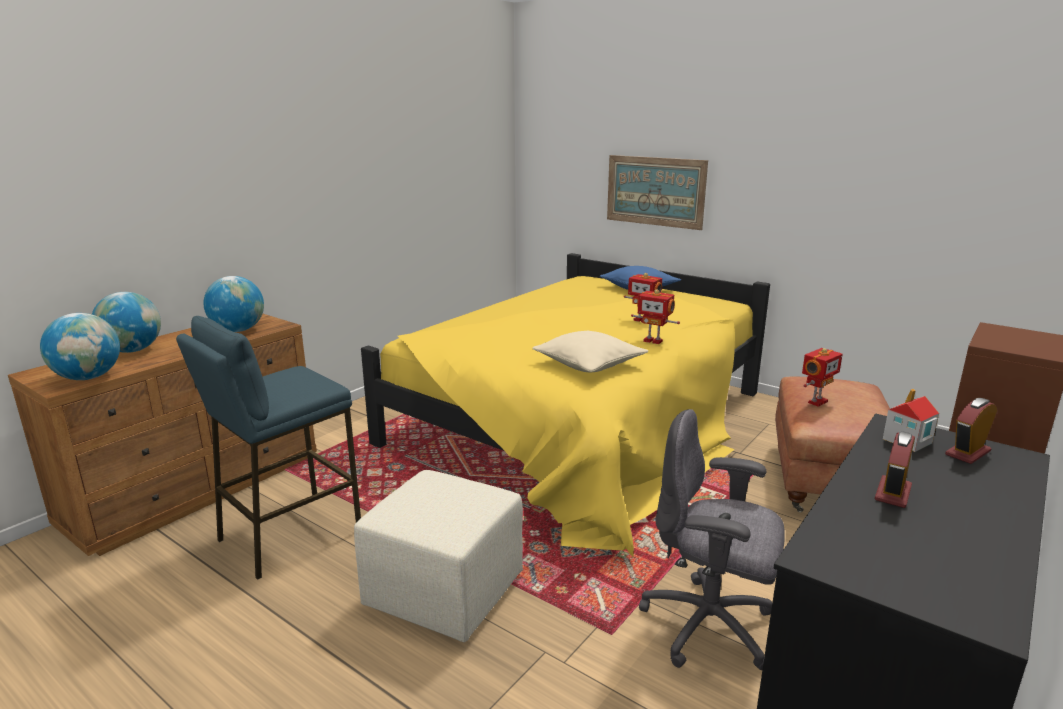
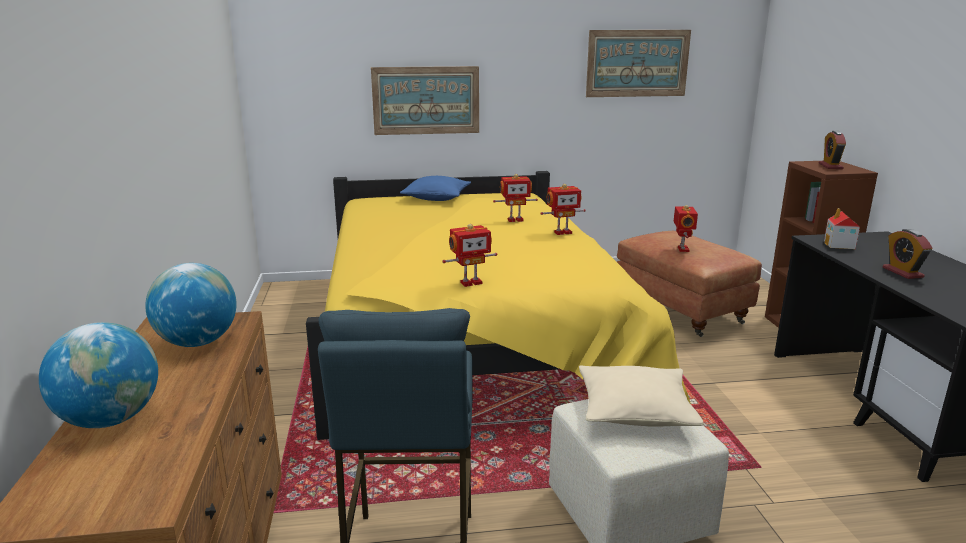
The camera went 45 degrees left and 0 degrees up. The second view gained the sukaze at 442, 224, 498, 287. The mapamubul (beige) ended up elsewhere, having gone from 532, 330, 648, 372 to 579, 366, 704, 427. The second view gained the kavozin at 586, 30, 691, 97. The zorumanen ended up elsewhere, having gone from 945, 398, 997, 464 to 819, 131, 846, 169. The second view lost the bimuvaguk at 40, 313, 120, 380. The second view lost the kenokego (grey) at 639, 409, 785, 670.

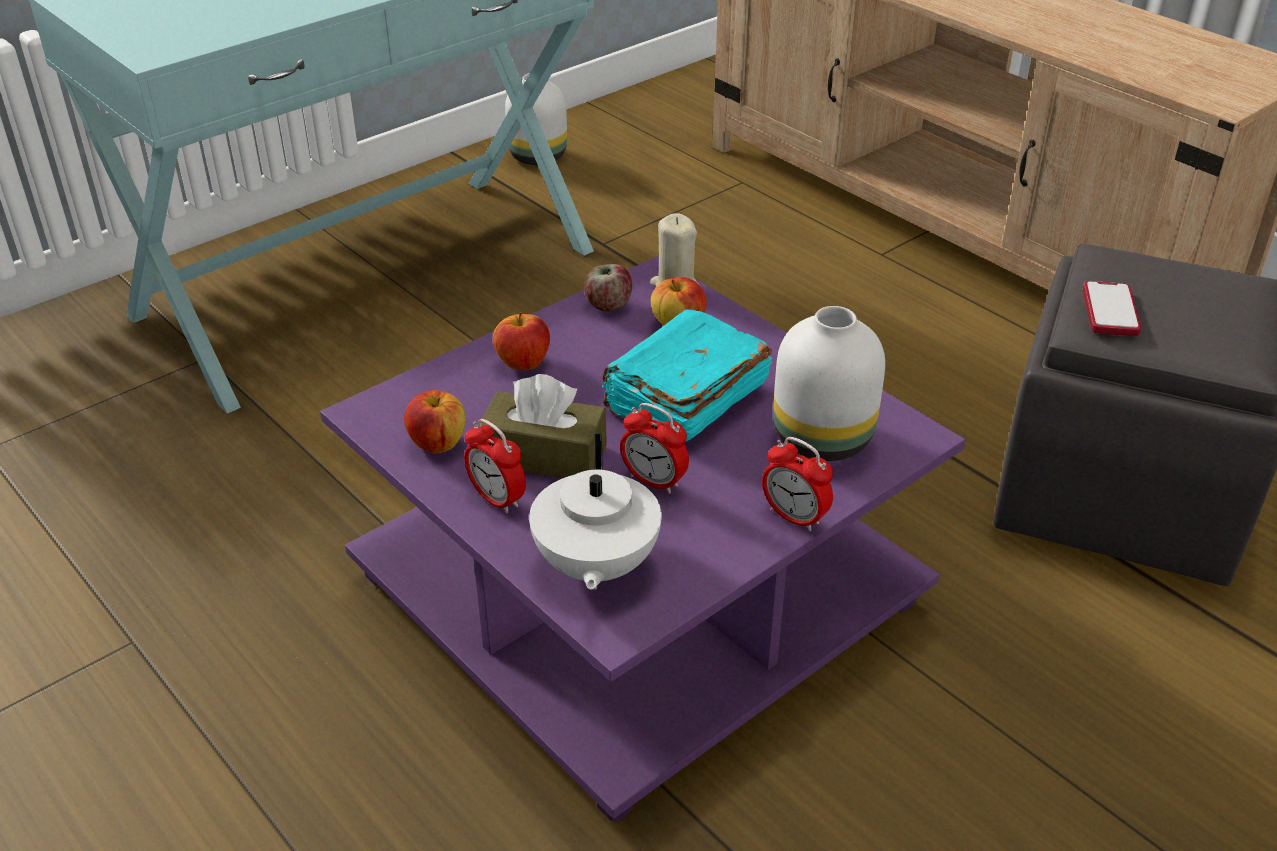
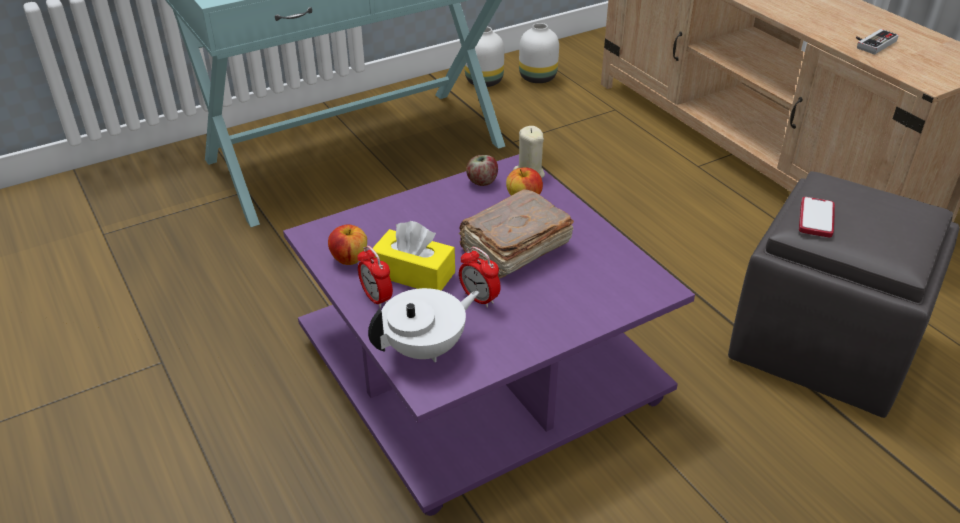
The camera went 10 degrees right and 0 degrees up. The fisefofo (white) at 529, 434, 662, 590 ended up facing another way, 135 degrees counterclockwise from before. What was the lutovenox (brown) at 481, 374, 607, 478 turned into the lutovenox (yellow) at 373, 221, 455, 291. What was the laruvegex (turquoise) at 602, 309, 772, 441 turned into the laruvegex (brown) at 459, 189, 574, 278. The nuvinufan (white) ended up elsewhere, having gone from 773, 306, 885, 461 to 519, 23, 559, 83. The second view gained the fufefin at 856, 29, 899, 54. The second view lost the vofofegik at 493, 312, 550, 370. The second view lost the zorumanen at 762, 437, 833, 531.

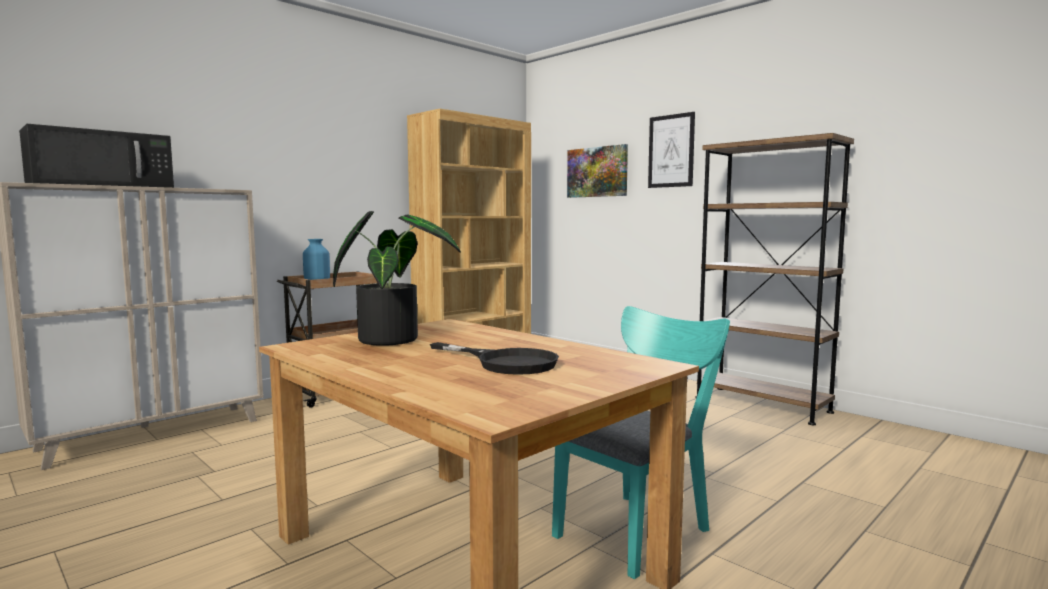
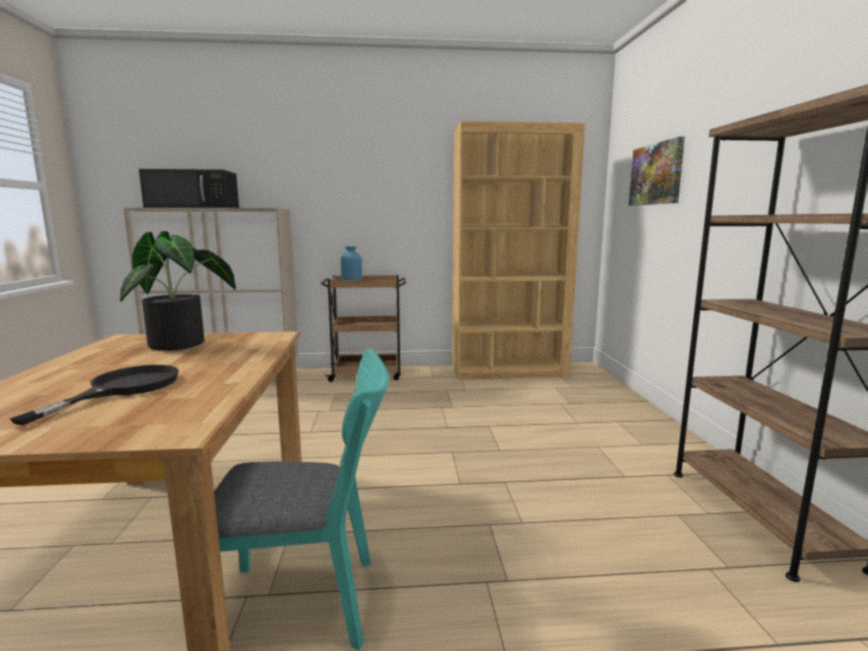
The camera went 40 degrees right and 5 degrees up. The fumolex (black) at 430, 342, 559, 375 ended up facing another way, 150 degrees counterclockwise from before. The second view lost the kavozin at 648, 112, 695, 188.

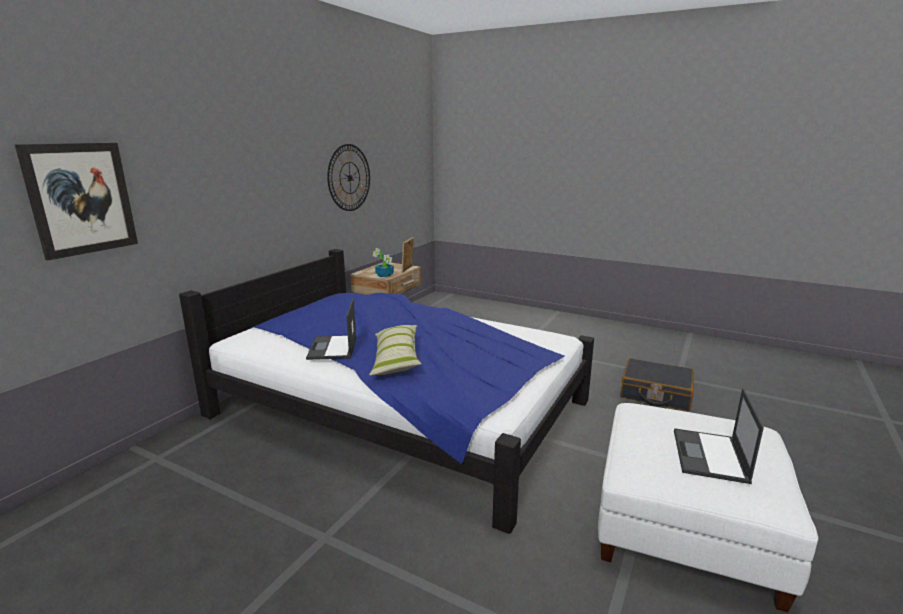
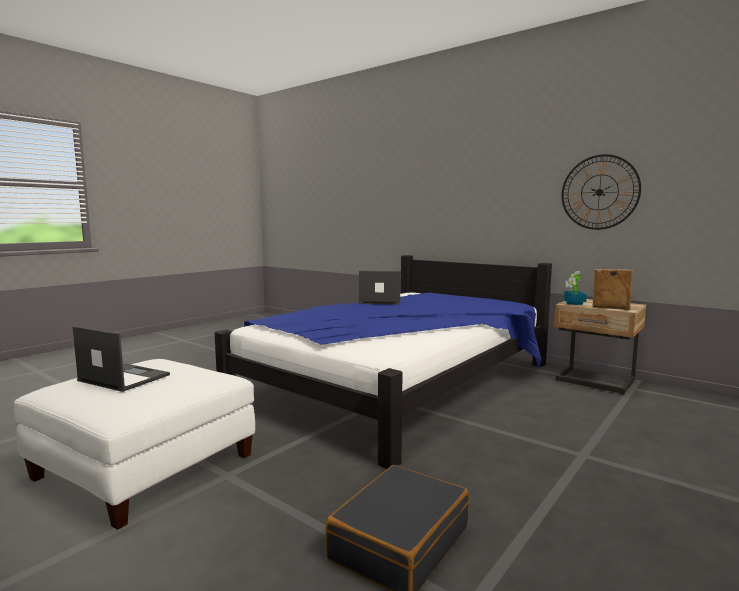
The camera went 100 degrees right and 10 degrees down. The second view lost the kavozin at 15, 143, 138, 260. The second view lost the mapamubul at 369, 325, 421, 376.

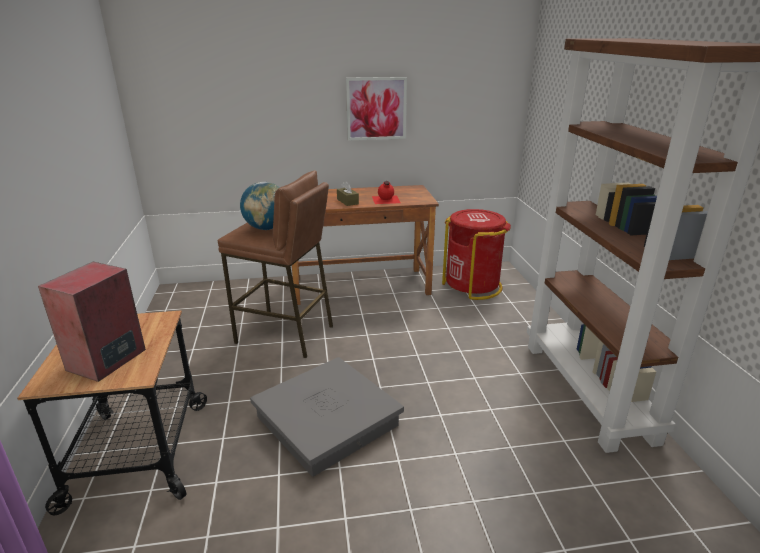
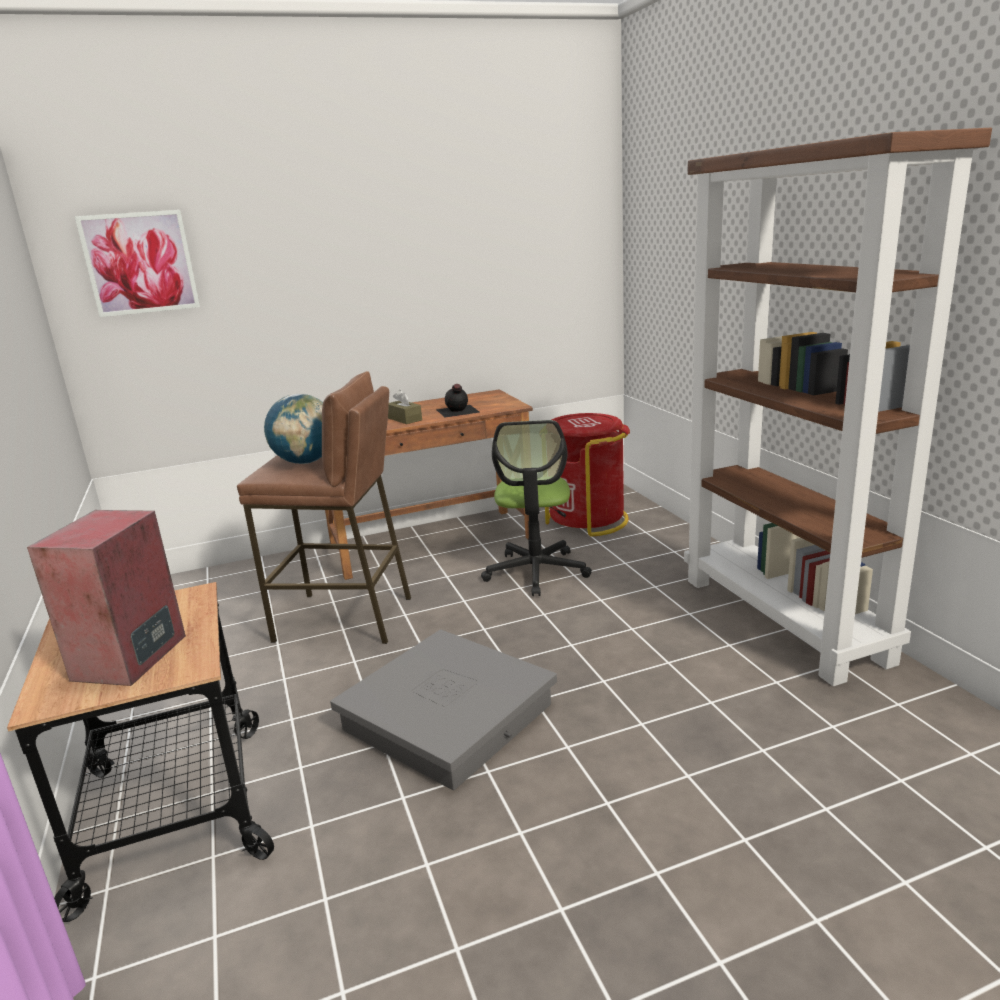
The camera went 10 degrees left and 5 degrees down. The kavozin ended up elsewhere, having gone from 346, 77, 407, 140 to 75, 210, 200, 317. What was the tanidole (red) at 372, 181, 401, 204 turned into the tanidole (black) at 436, 384, 480, 418. The second view gained the kenokego at 481, 420, 592, 596.

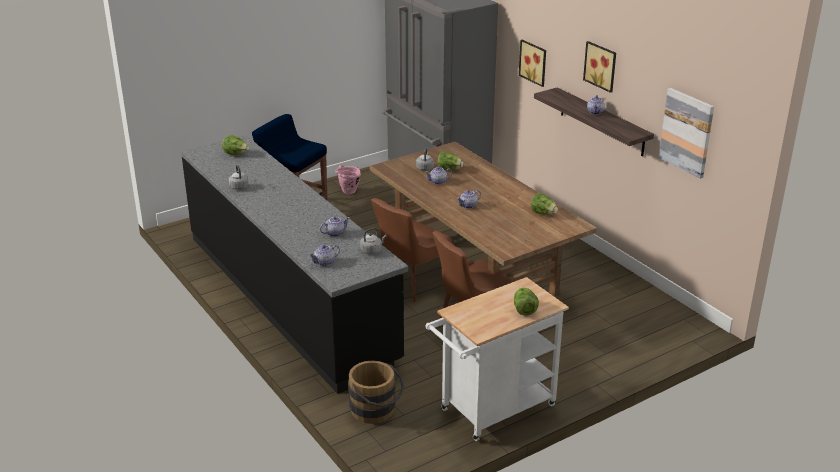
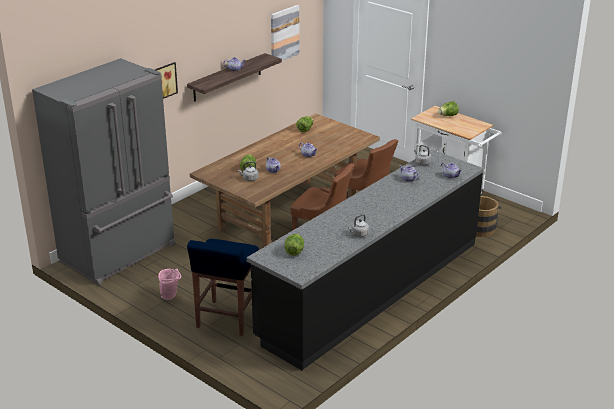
The camera went 105 degrees left and 0 degrees up. The second view lost the kavozin at 583, 41, 616, 93.

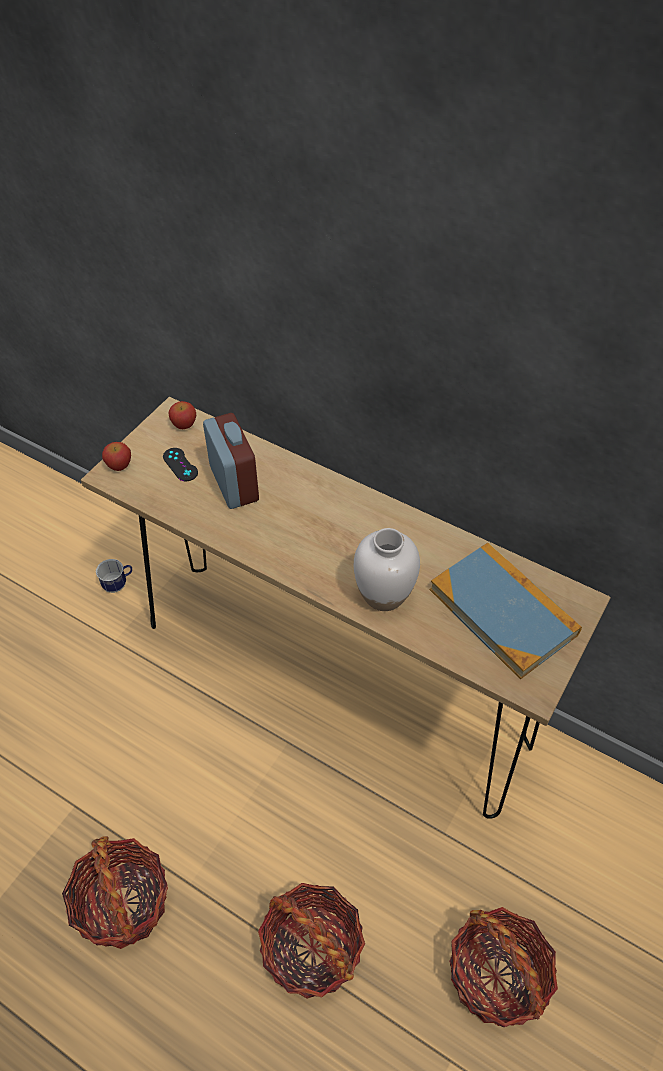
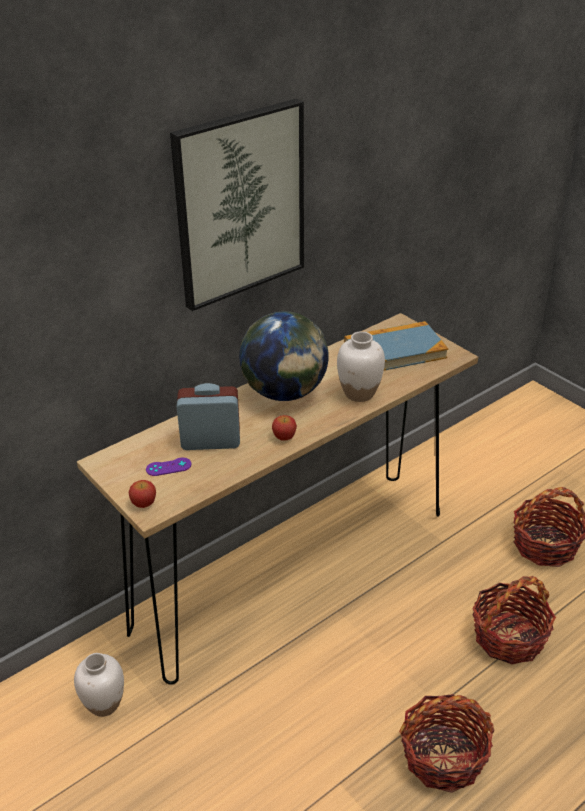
The camera went 70 degrees left and 15 degrees down. Where the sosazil stood at 96, 559, 132, 593, the nuvinufan (white) came to stand at 74, 653, 124, 717. What was the fufefin (black) at 163, 448, 198, 481 turned into the fufefin (purple) at 146, 458, 191, 476. The second view gained the kavozin at 170, 99, 304, 311. The second view gained the bimuvaguk at 239, 311, 329, 401. The vofofegik ended up elsewhere, having gone from 168, 401, 196, 429 to 272, 415, 297, 441.

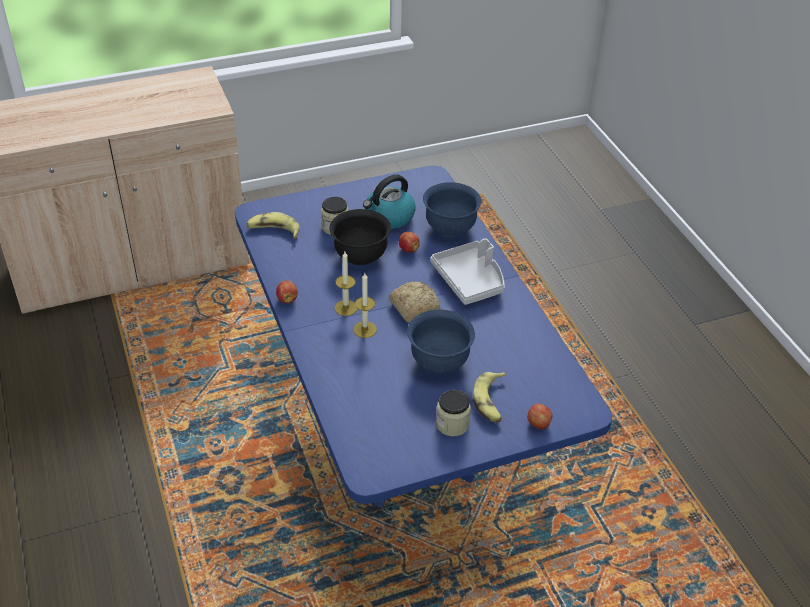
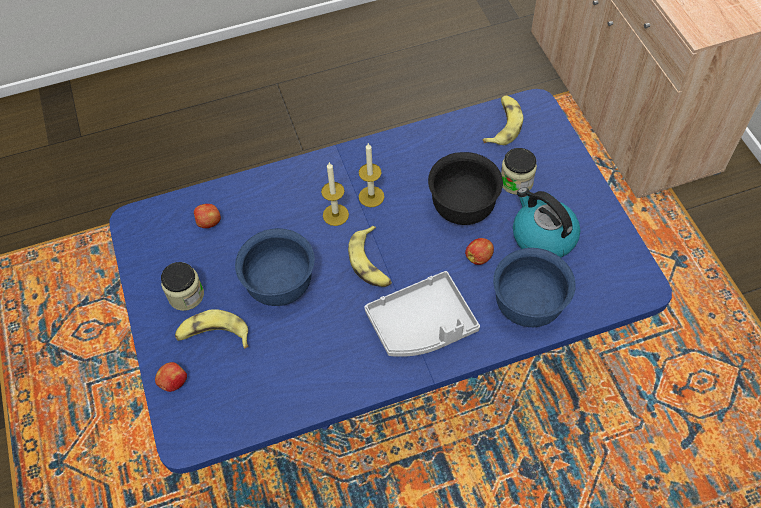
The camera went 95 degrees right and 15 degrees up. The vofofegik ended up elsewhere, having gone from 276, 280, 298, 303 to 194, 204, 221, 228. Where the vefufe stood at 389, 281, 440, 323, the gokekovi came to stand at 348, 226, 392, 287.

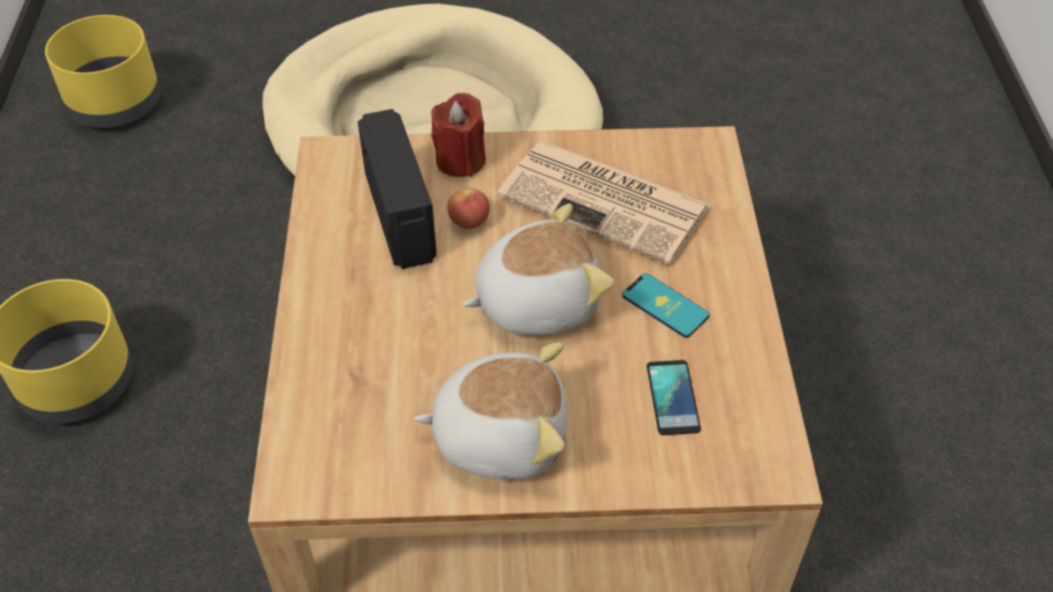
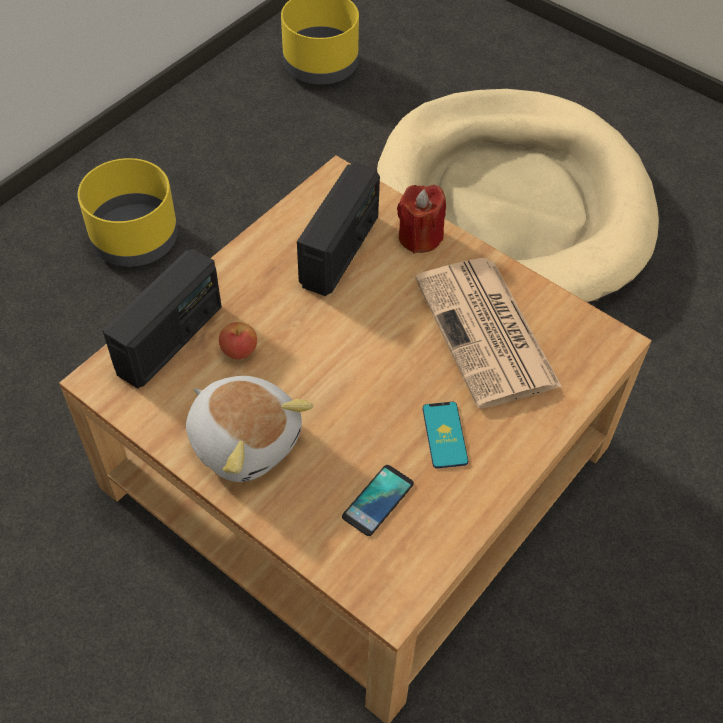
The camera went 40 degrees right and 5 degrees up. The second view gained the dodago at 103, 249, 222, 389. The vofofegik ended up elsewhere, having gone from 447, 188, 490, 229 to 219, 322, 257, 359. The second view lost the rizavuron at 462, 203, 614, 335.

